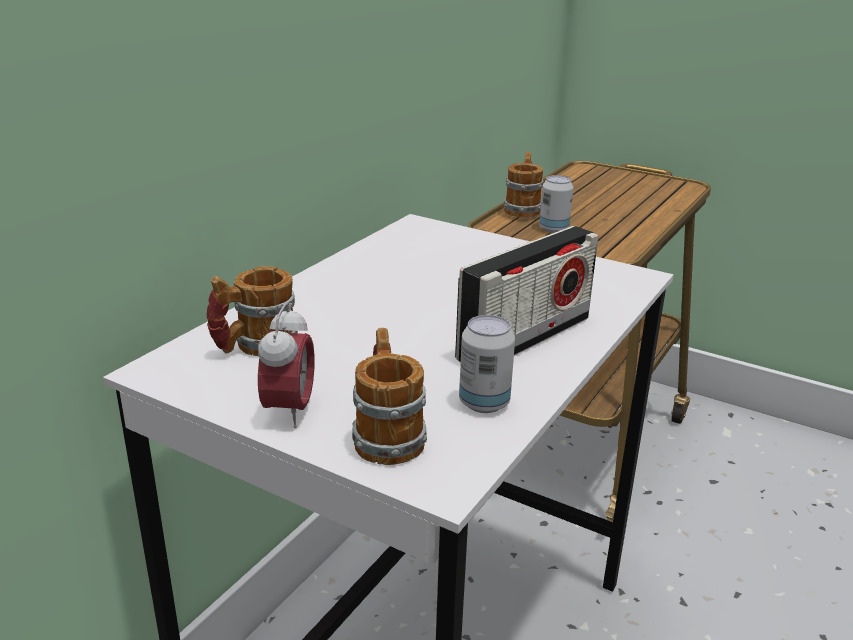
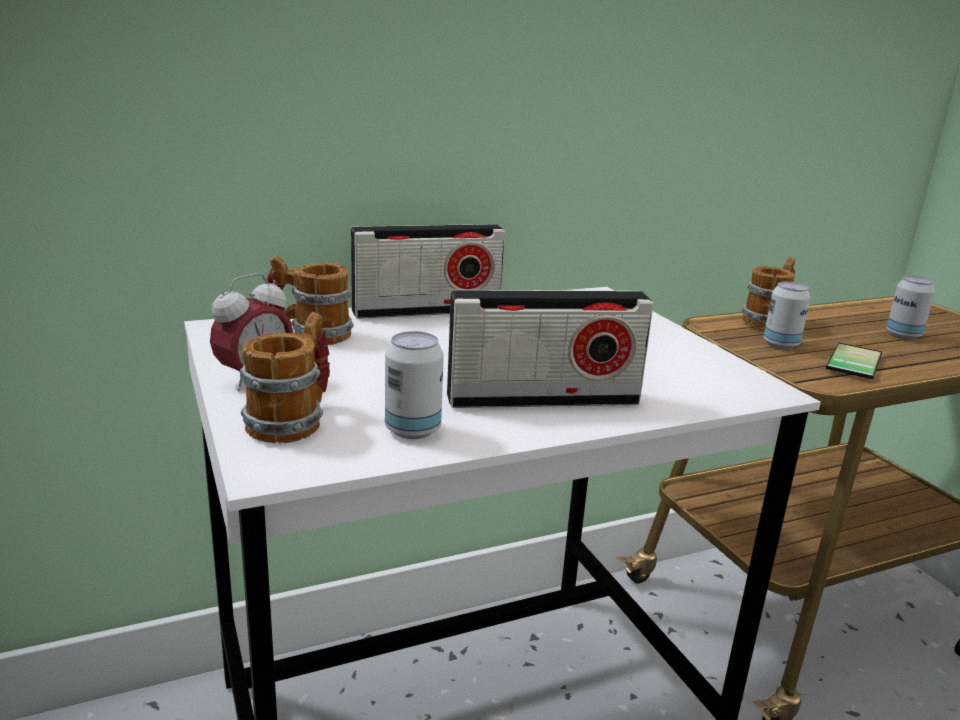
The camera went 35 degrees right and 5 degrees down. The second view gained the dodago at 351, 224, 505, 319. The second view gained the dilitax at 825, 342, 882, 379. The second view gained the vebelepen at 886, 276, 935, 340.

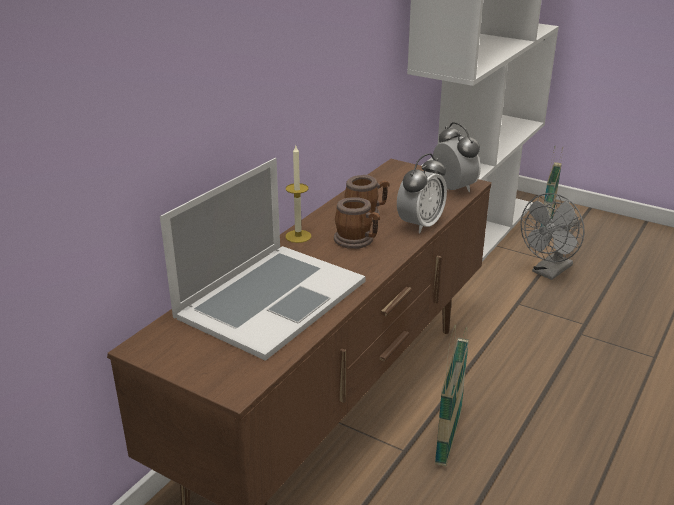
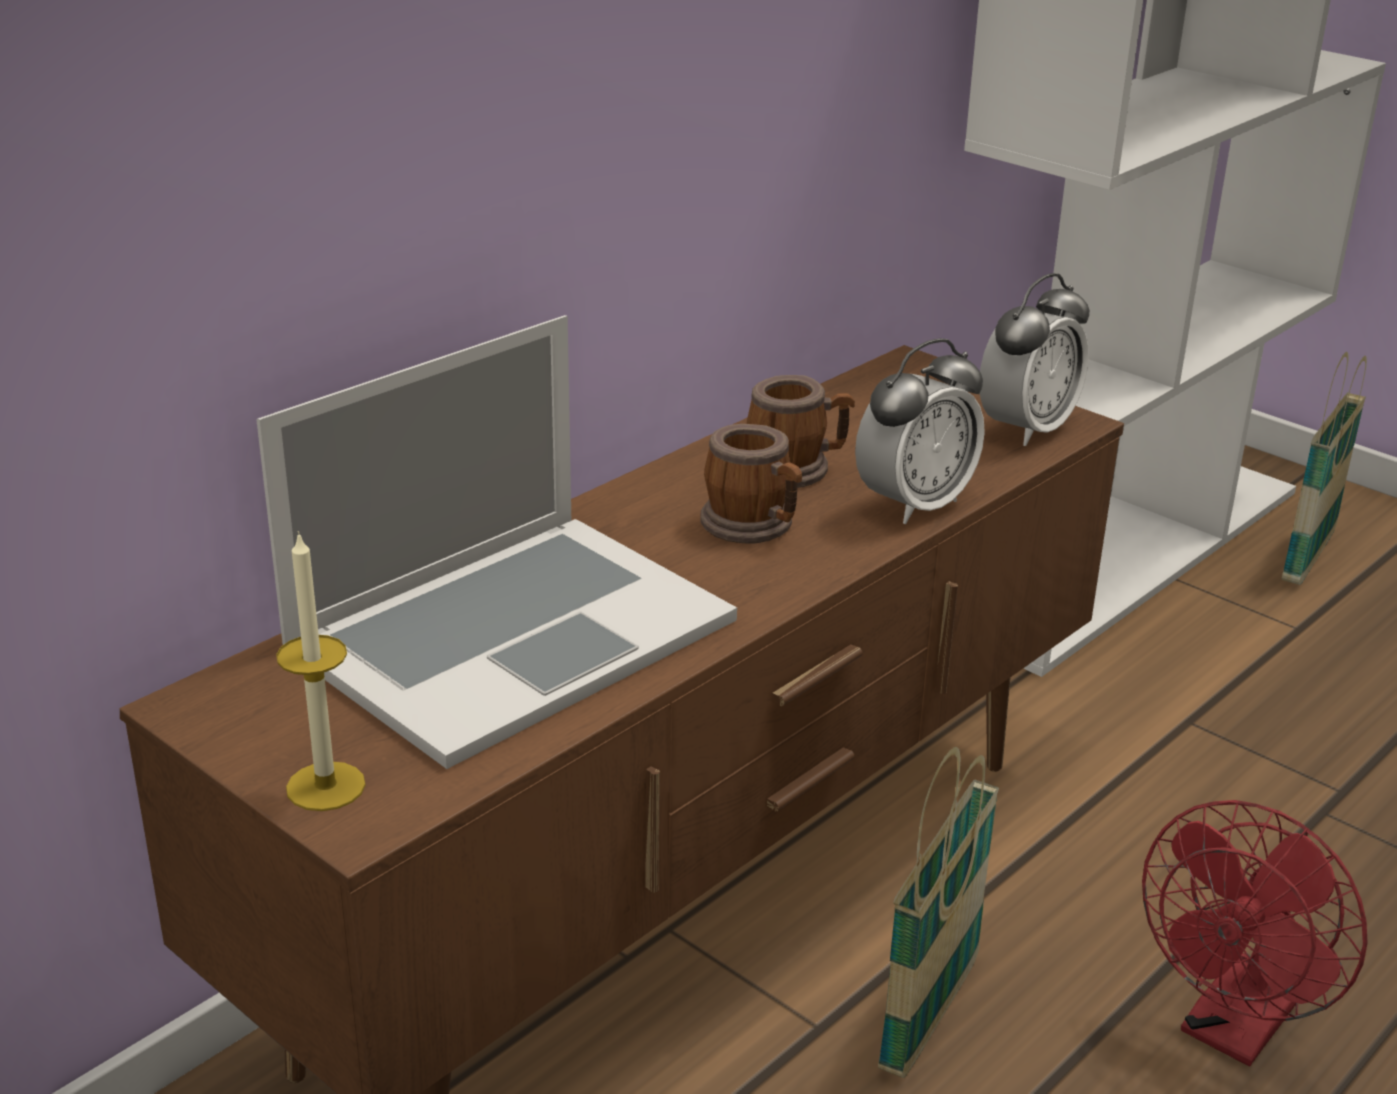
The camera went 10 degrees right and 0 degrees up. The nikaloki ended up elsewhere, having gone from 285, 146, 311, 243 to 276, 531, 366, 811. The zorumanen at 433, 122, 481, 192 ended up facing another way, 60 degrees clockwise from before. The second view gained the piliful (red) at 1142, 800, 1367, 1066. The second view lost the piliful (grey) at 521, 193, 585, 280.

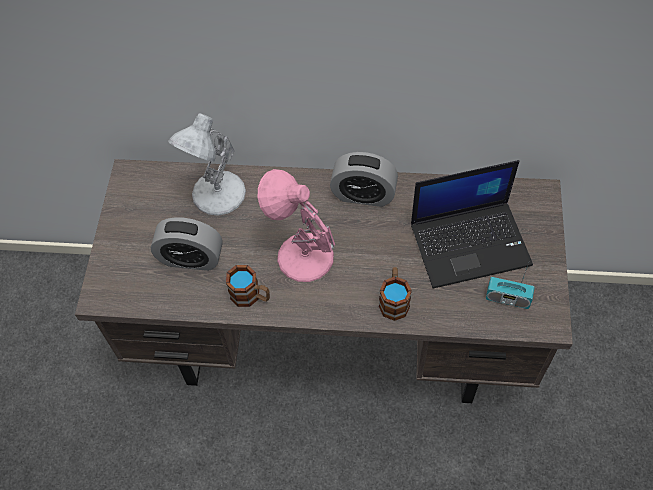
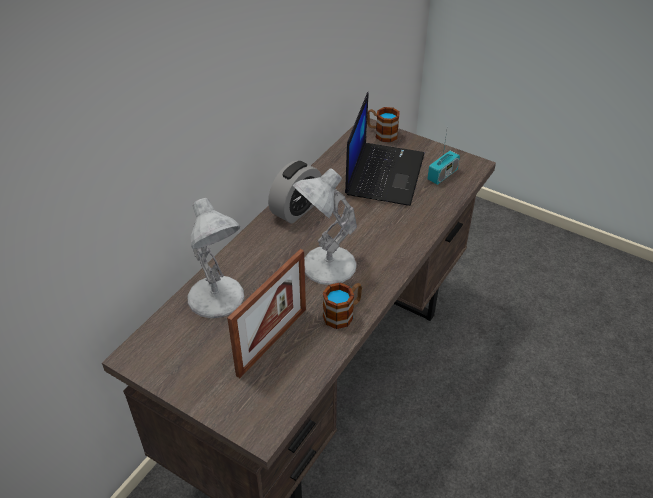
The camera went 65 degrees left and 15 degrees down. Where the zorumanen stood at 151, 217, 223, 271, the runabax came to stand at 227, 249, 306, 378. What was the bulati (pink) at 257, 169, 335, 282 turned into the bulati (white) at 293, 168, 357, 285. The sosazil ended up elsewhere, having gone from 379, 267, 412, 321 to 367, 107, 400, 142.

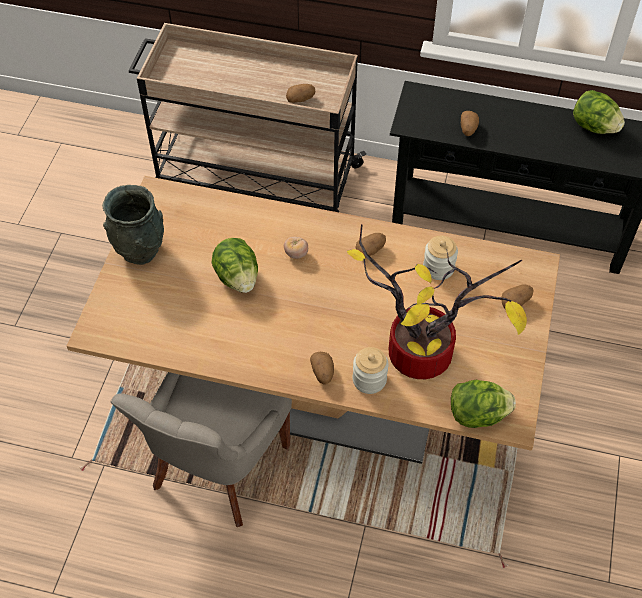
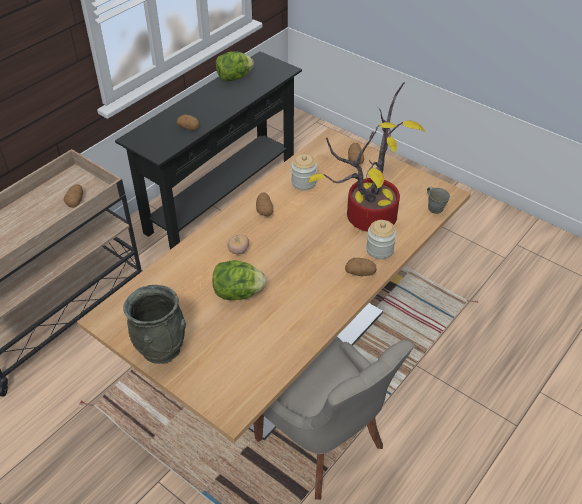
The camera went 65 degrees left and 10 degrees down. Where the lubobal stood at 451, 380, 516, 428, the sosazil (grey) came to stand at 427, 187, 450, 214.

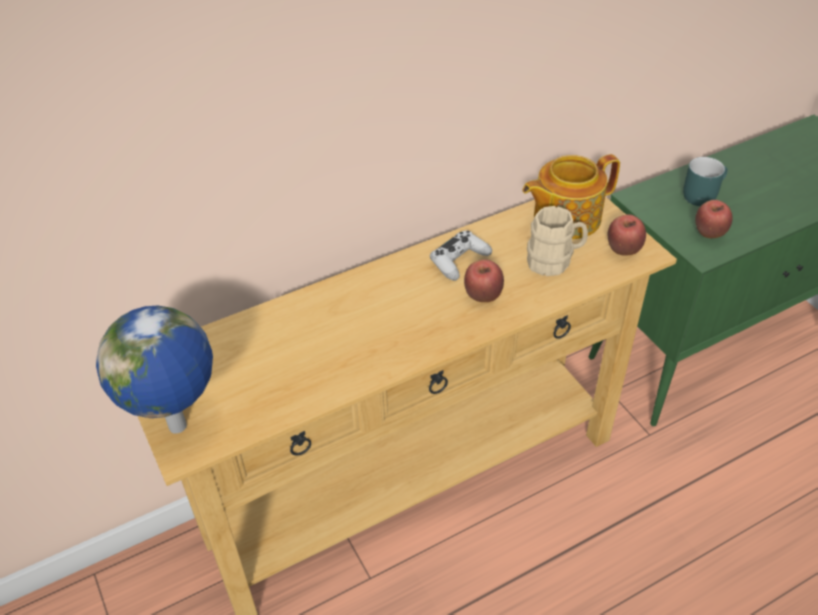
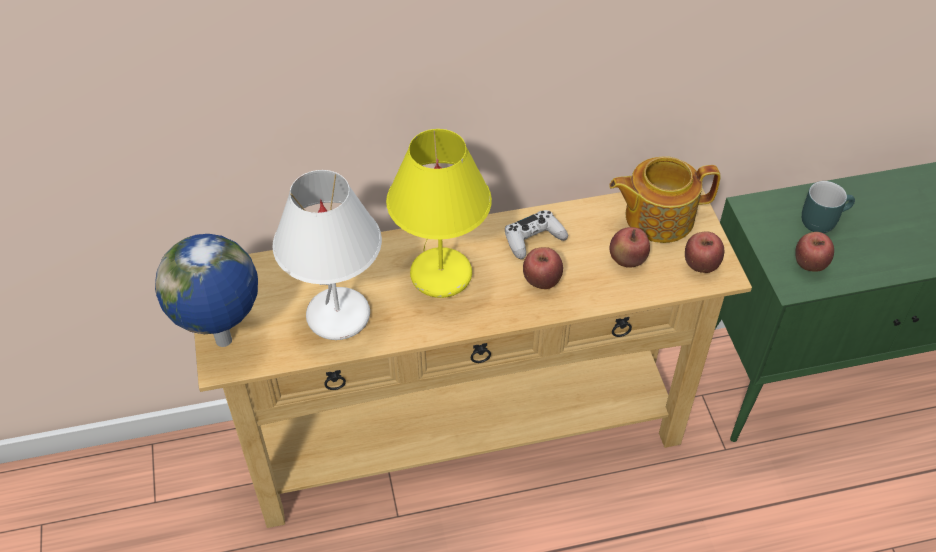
The camera went 15 degrees right and 5 degrees up. The second view gained the bulati (white) at 272, 170, 382, 340. The second view gained the bulati (yellow) at 386, 129, 492, 298. Where the sosazil (beige) stood at 527, 206, 588, 276, the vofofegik came to stand at 610, 227, 650, 268.

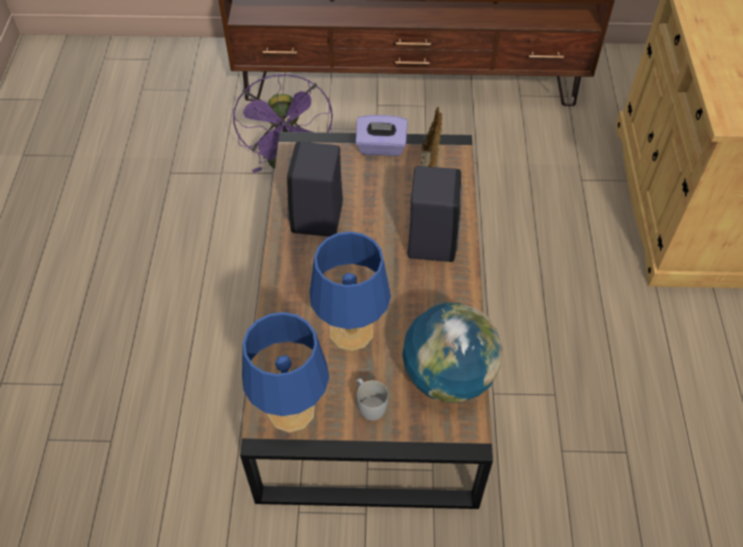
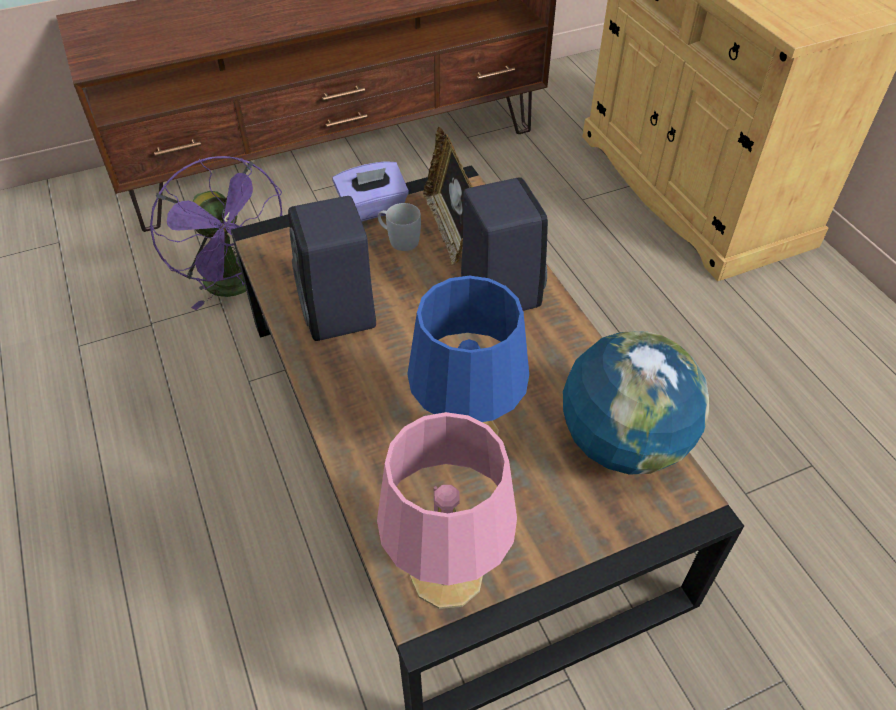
The camera went 25 degrees left and 5 degrees down. What was the bulati (blue) at 242, 312, 329, 433 turned into the bulati (pink) at 377, 412, 517, 609. The sosazil (white) ended up elsewhere, having gone from 356, 378, 388, 420 to 378, 203, 421, 251.

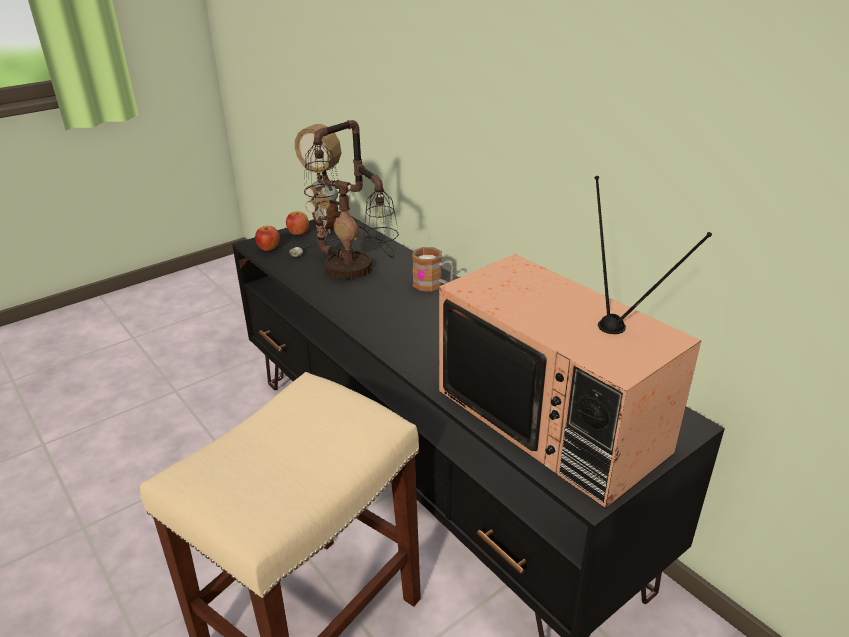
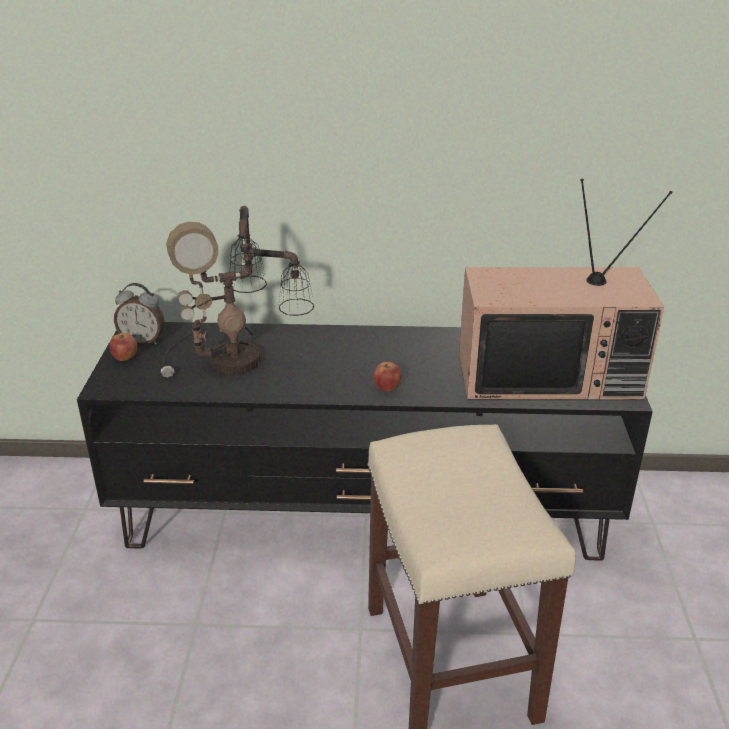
The camera went 50 degrees left and 0 degrees up. The vofofegik ended up elsewhere, having gone from 255, 226, 280, 251 to 374, 362, 401, 392. The second view lost the sosazil at 412, 247, 455, 291.

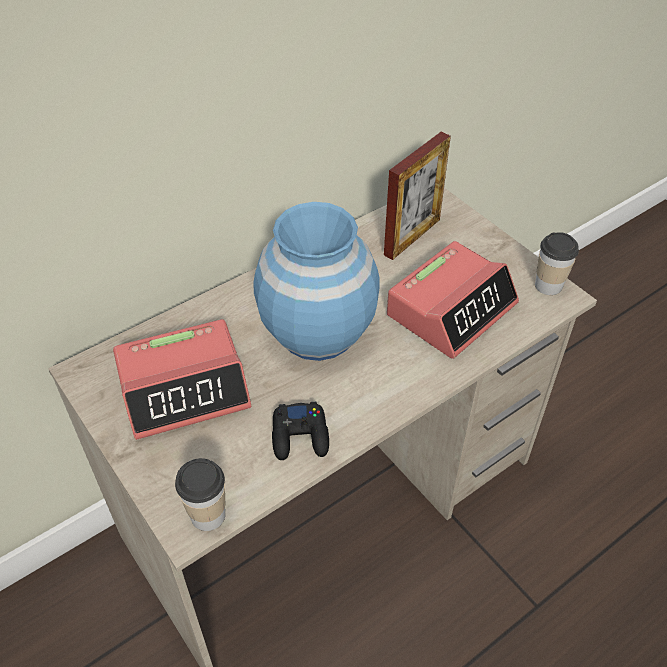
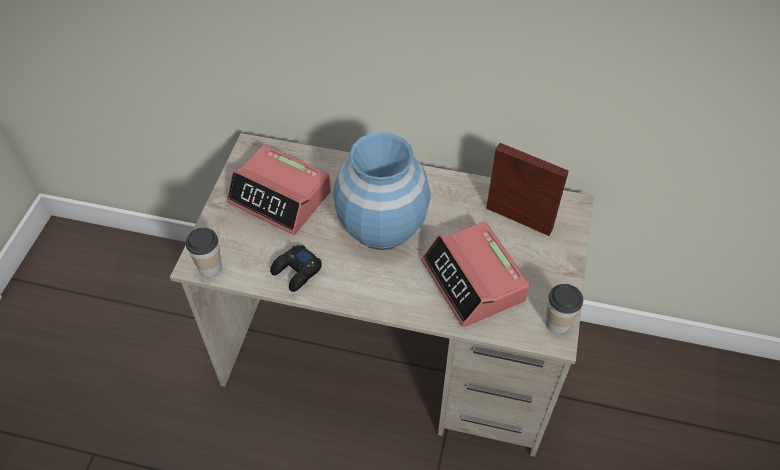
The camera went 50 degrees right and 5 degrees up. The zorumanen at 387, 241, 519, 359 ended up facing another way, 60 degrees clockwise from before. The runabax at 384, 132, 451, 260 ended up facing another way, 150 degrees counterclockwise from before.

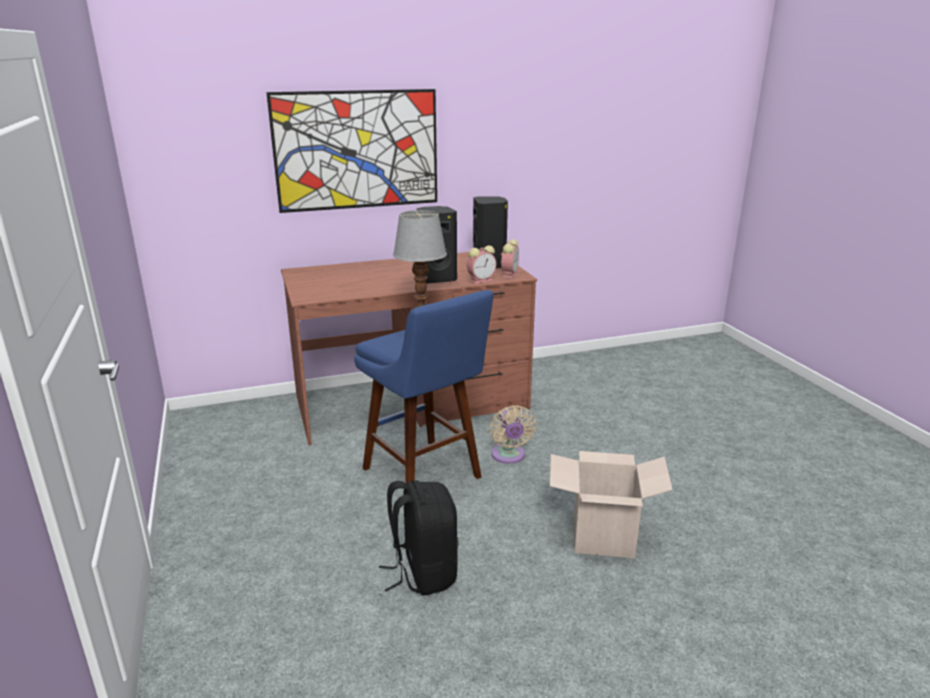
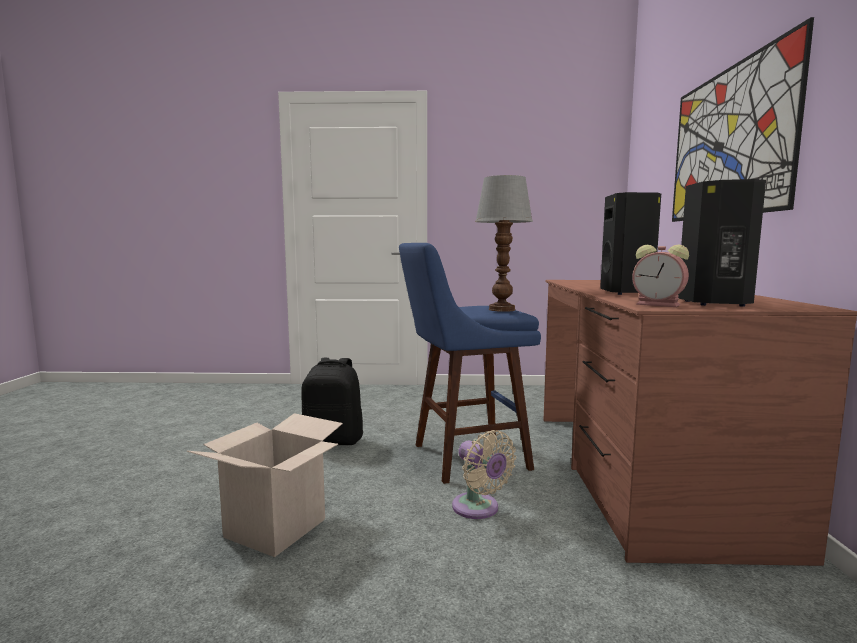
The camera went 110 degrees right and 15 degrees down. The piliful (beige) at 489, 405, 536, 464 ended up facing another way, 135 degrees counterclockwise from before. The second view lost the zorumanen at 467, 245, 496, 284.

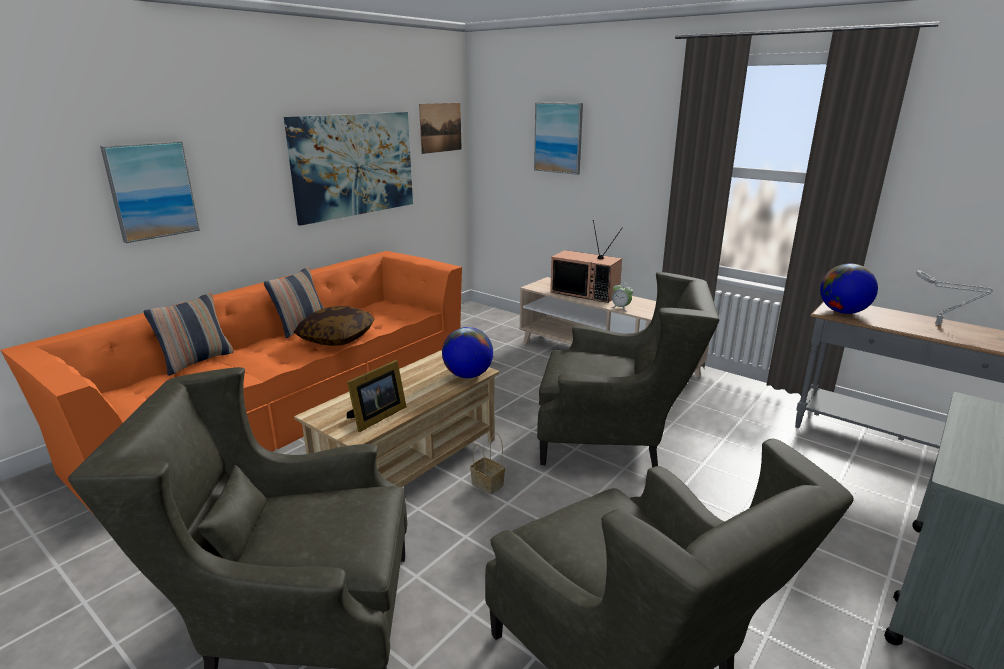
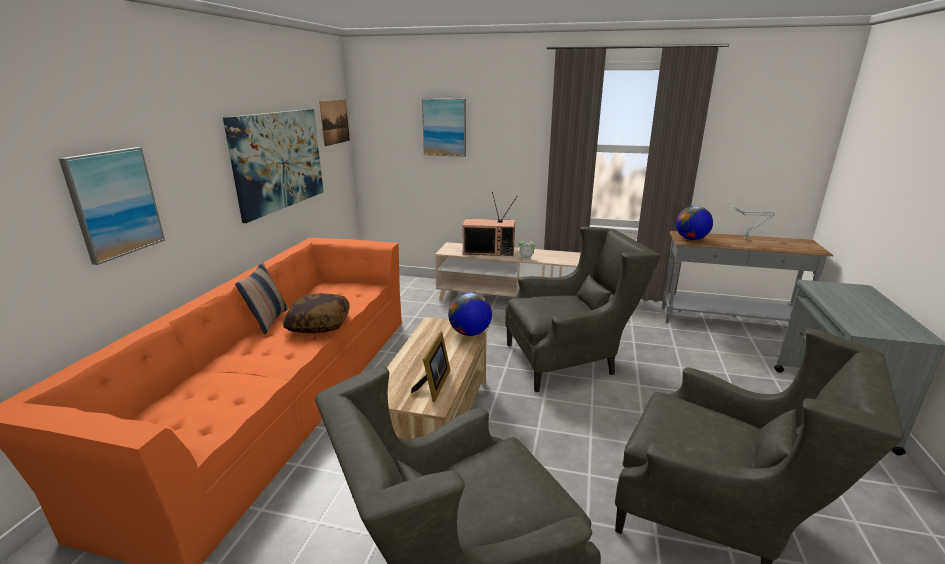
The camera went 25 degrees left and 0 degrees up. The second view lost the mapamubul at 144, 292, 234, 376. The second view lost the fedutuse at 470, 433, 505, 494.

